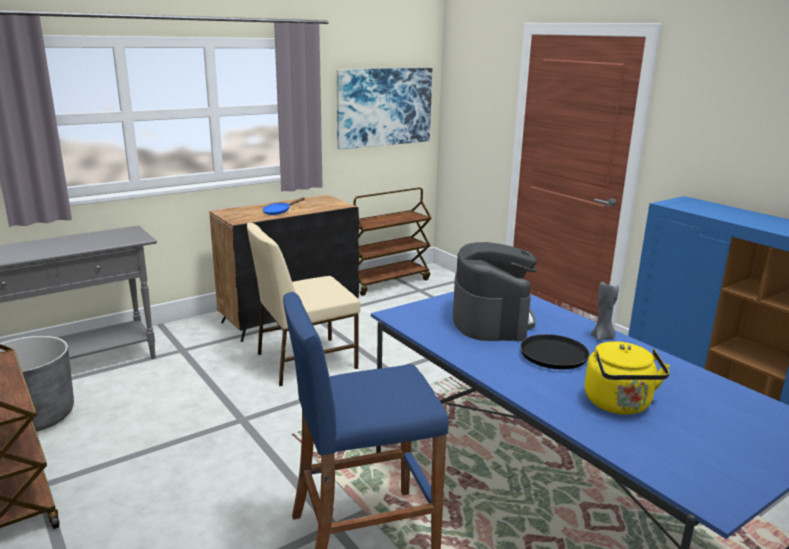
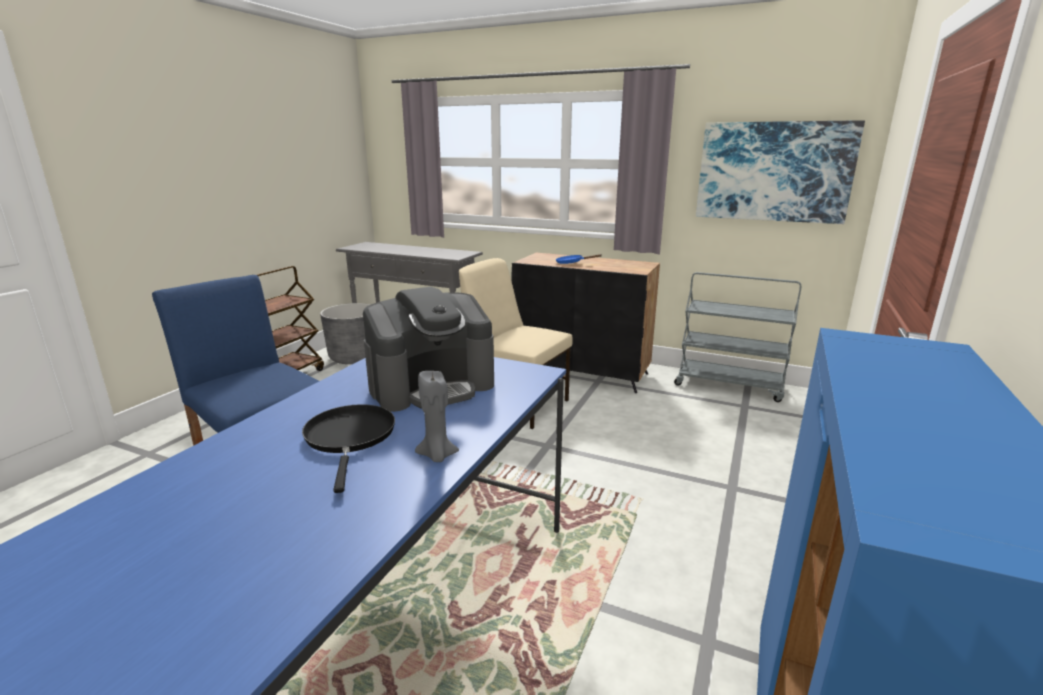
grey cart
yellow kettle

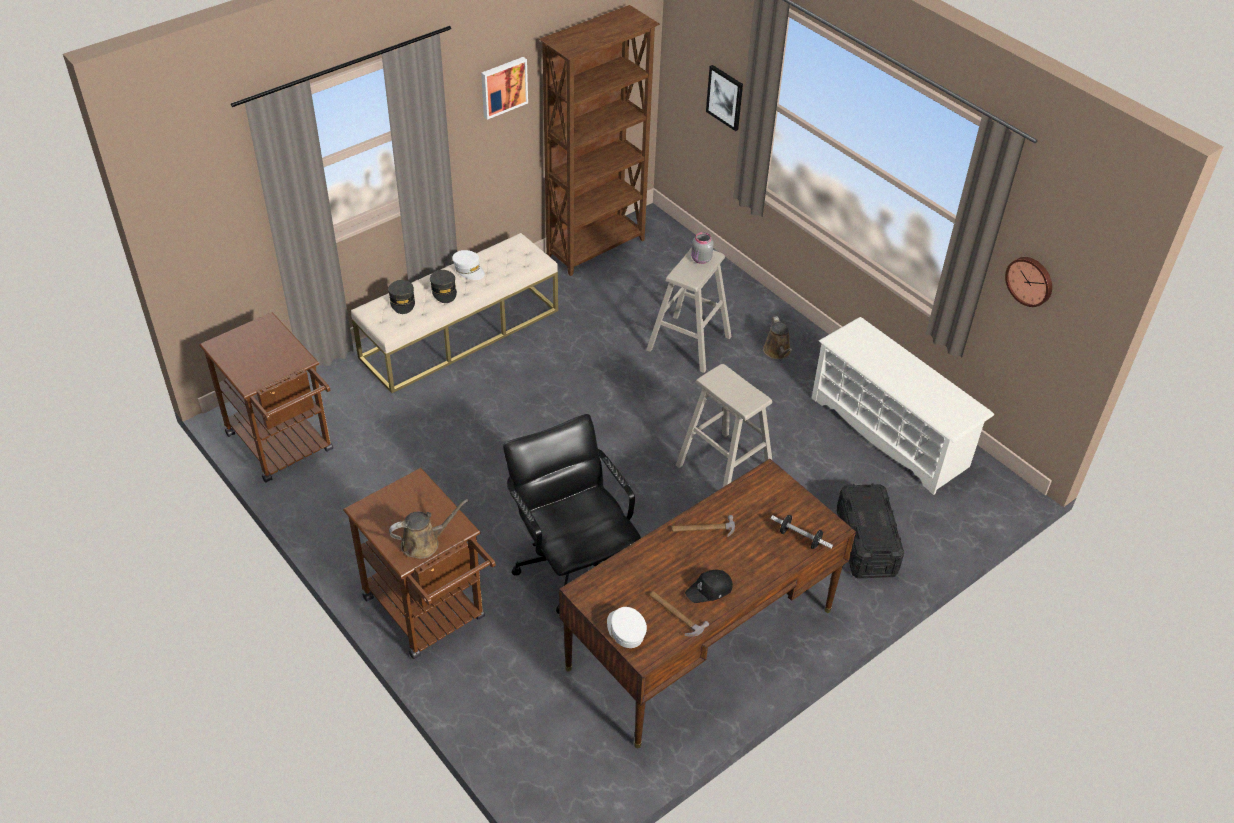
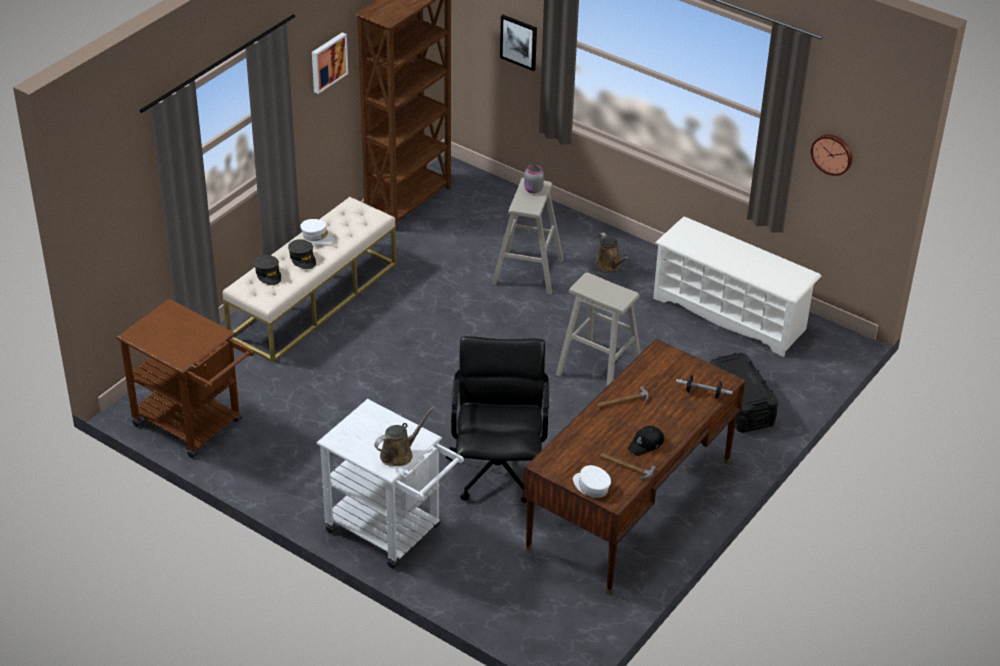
white cart
black office chair

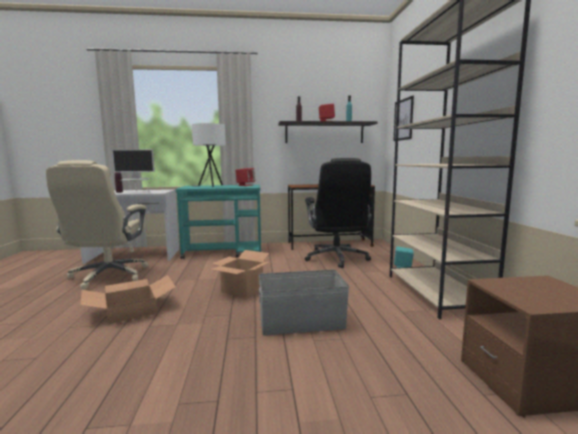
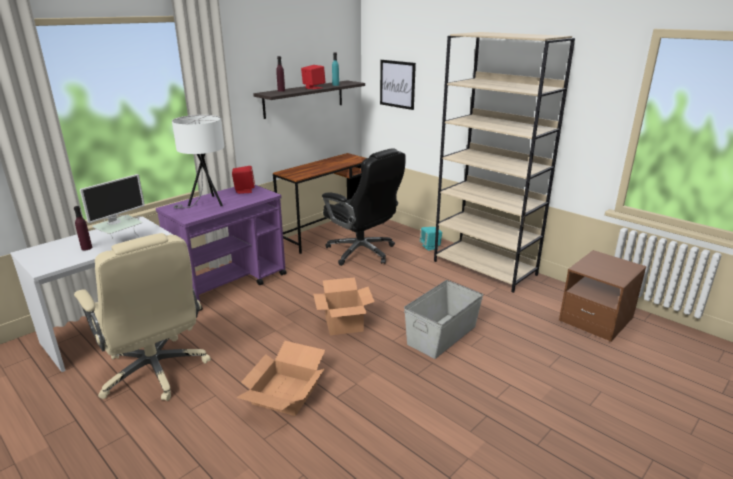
purple cart

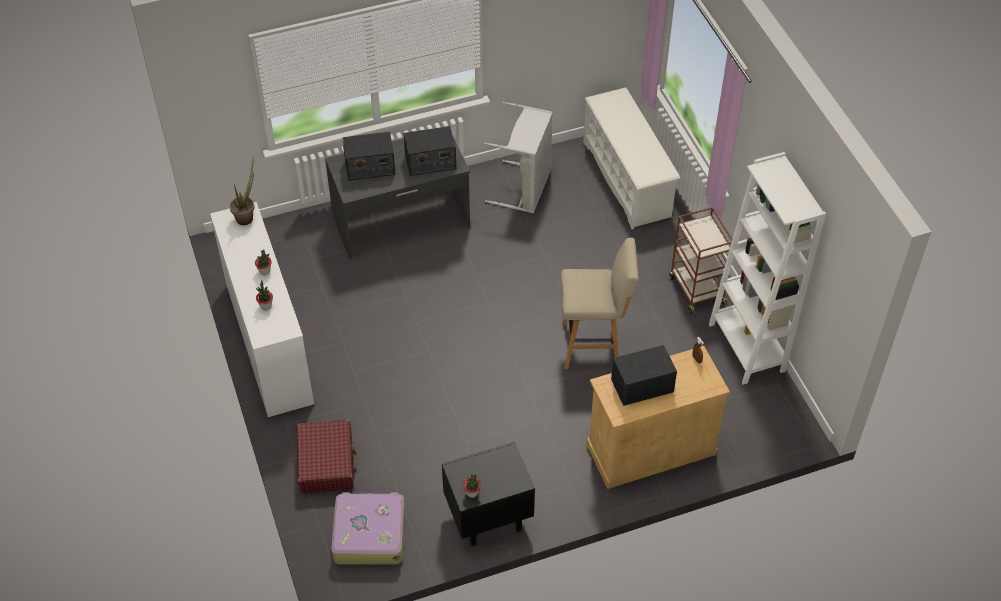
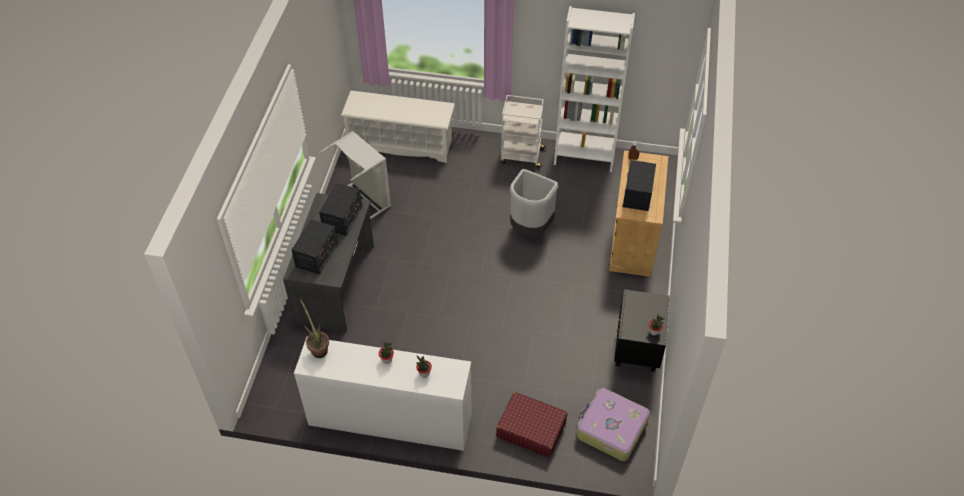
white cart
grey trash can

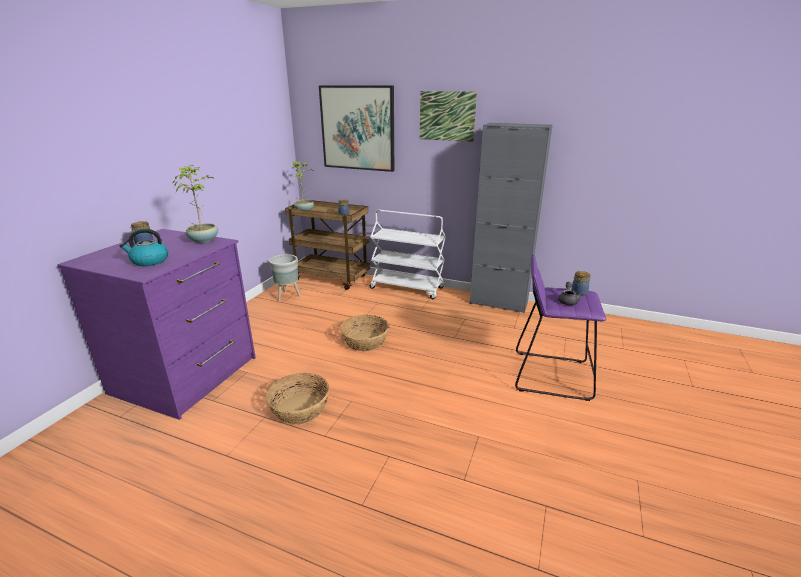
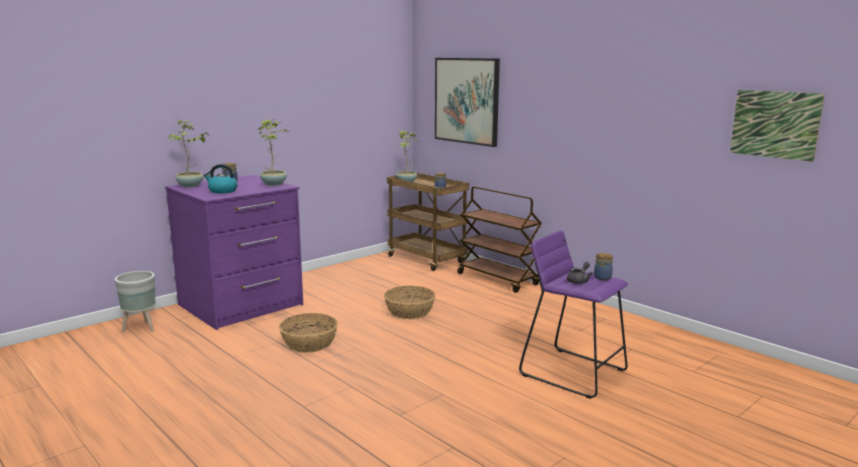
grey planter
potted plant (no. 1 from left)
brown cart (no. 2 from left)
picture (no. 2 from left)
grey cabinet

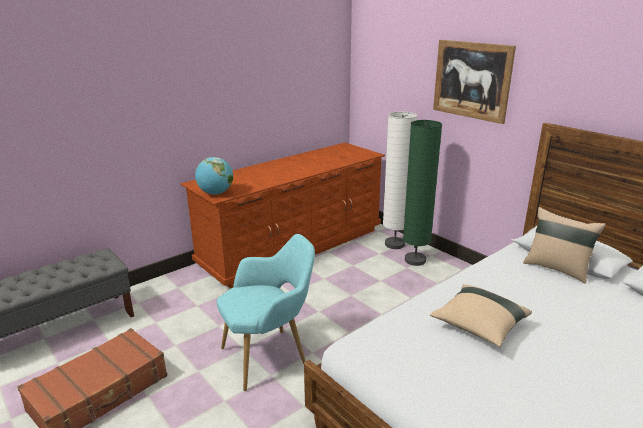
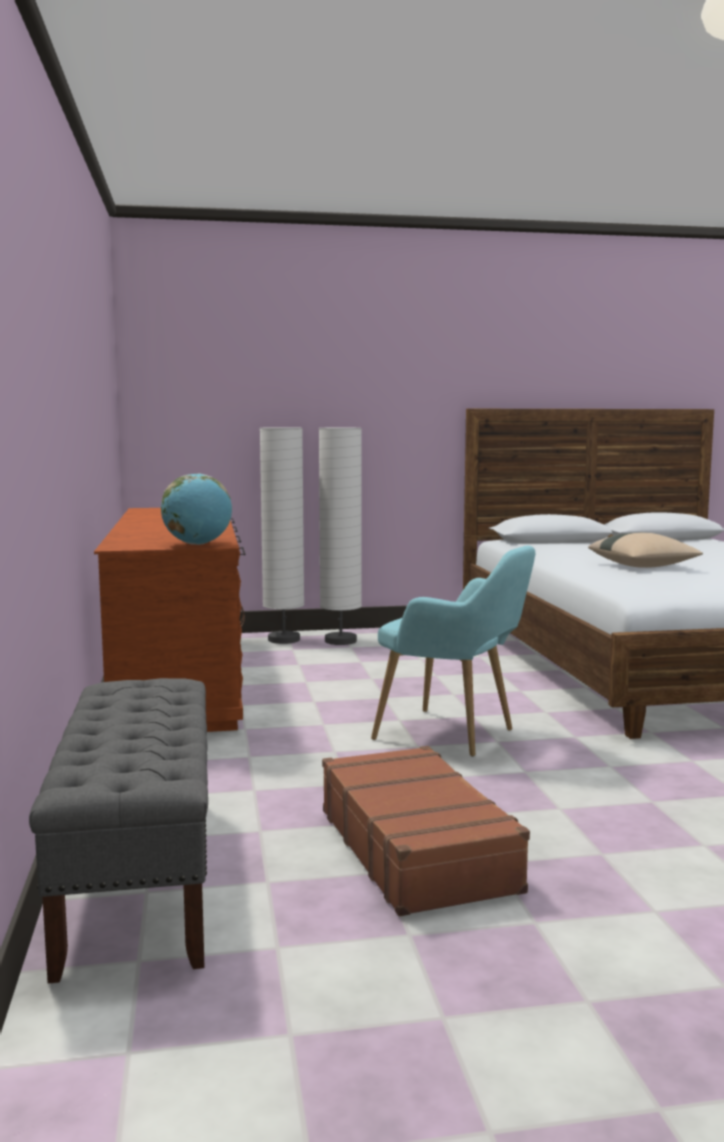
white floor lamp (no. 2 from left)
turquoise armchair
picture
beige pillow (no. 2 from left in the first image)

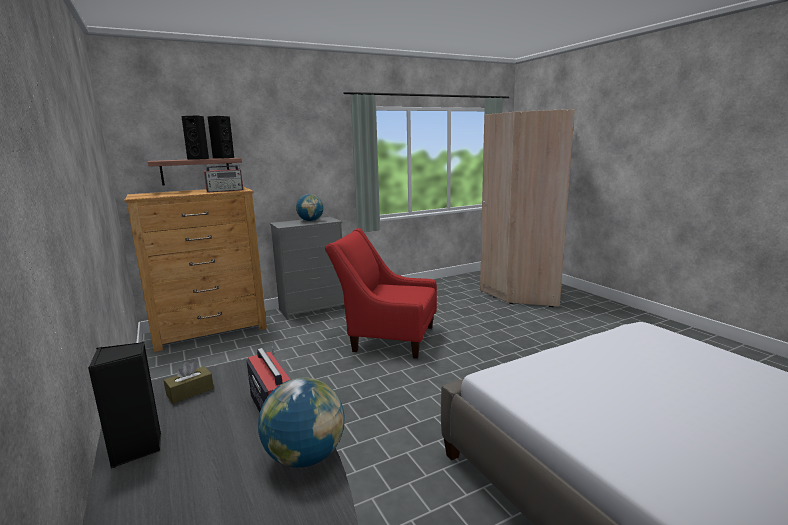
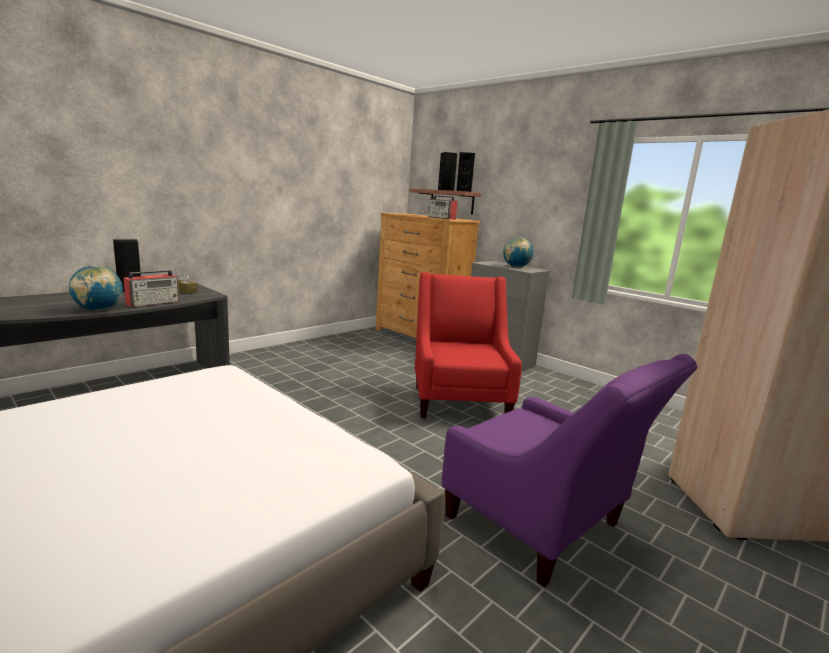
purple armchair

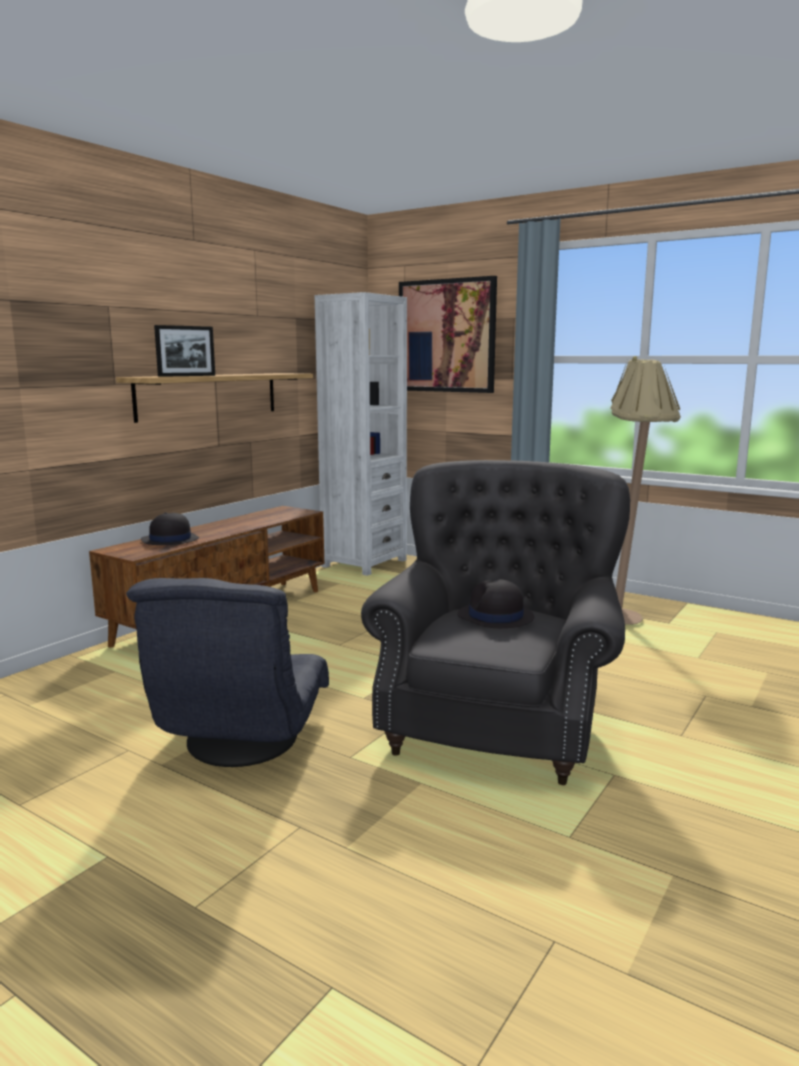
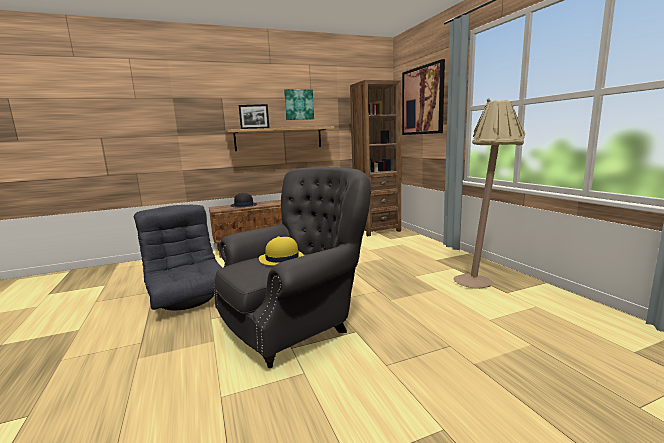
grey armchair (no. 1 from left)
yellow hat
picture (no. 1 from left)
brown bookcase

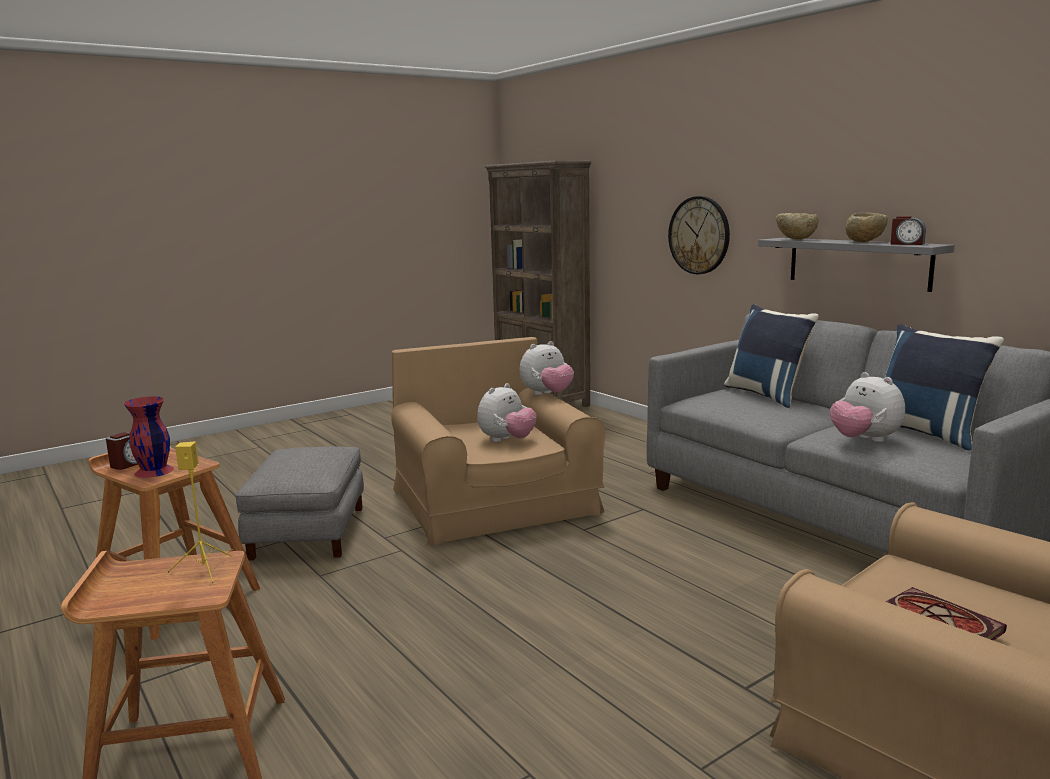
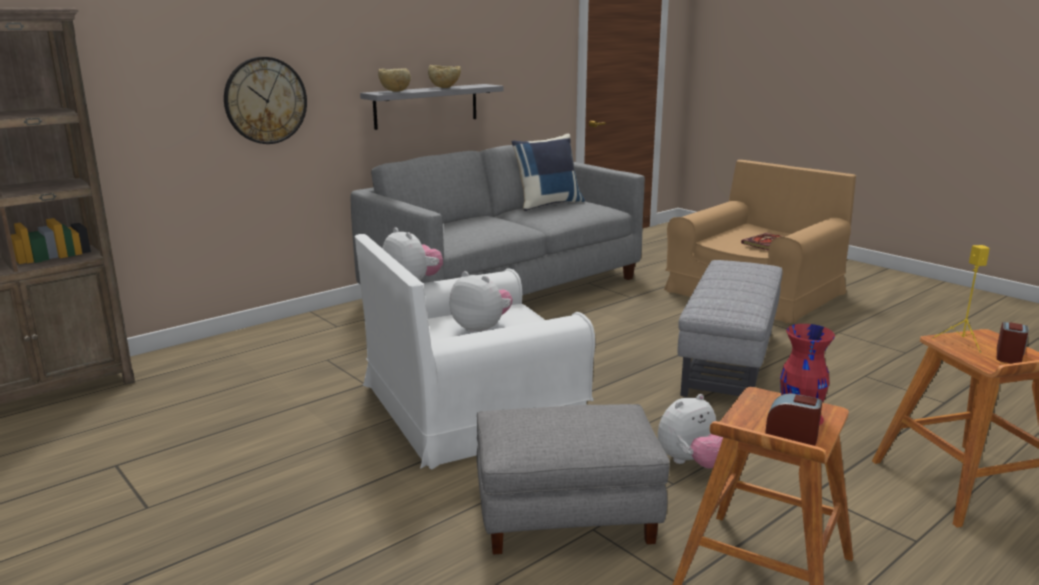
white armchair
plush toy (no. 3 from left)
grey ottoman (no. 2 from left)
alarm clock (no. 2 from left)
blue pillow (no. 1 from left in the first image)

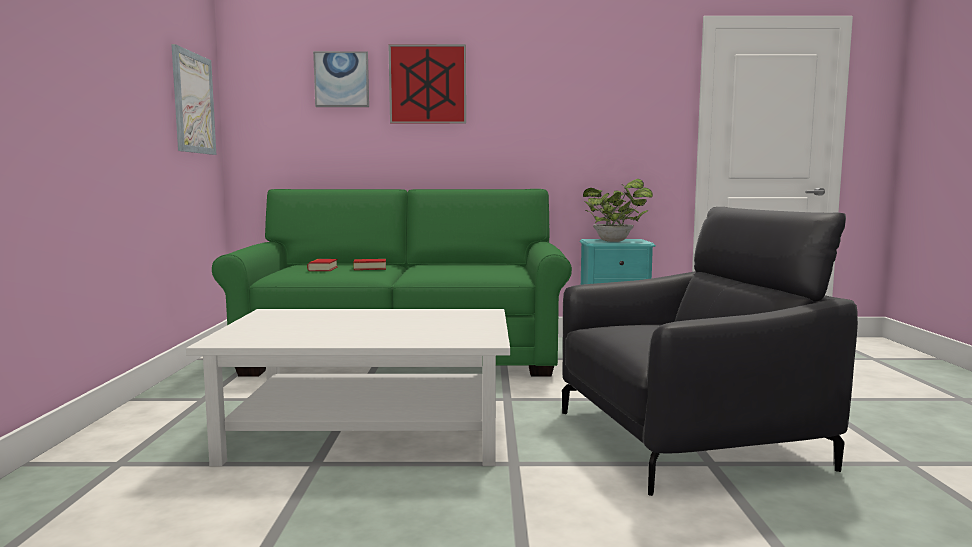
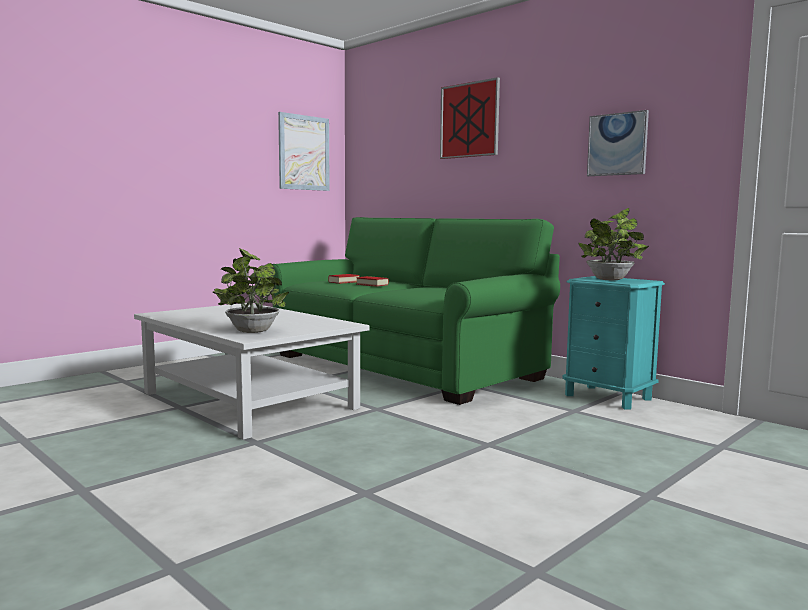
potted plant (no. 1 from left)
picture (no. 3 from left)
black armchair

